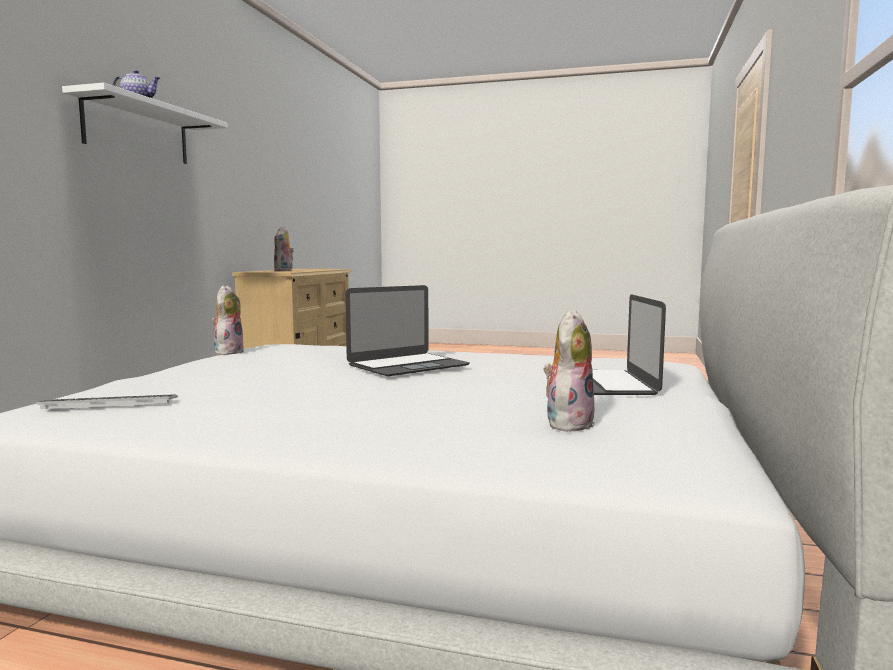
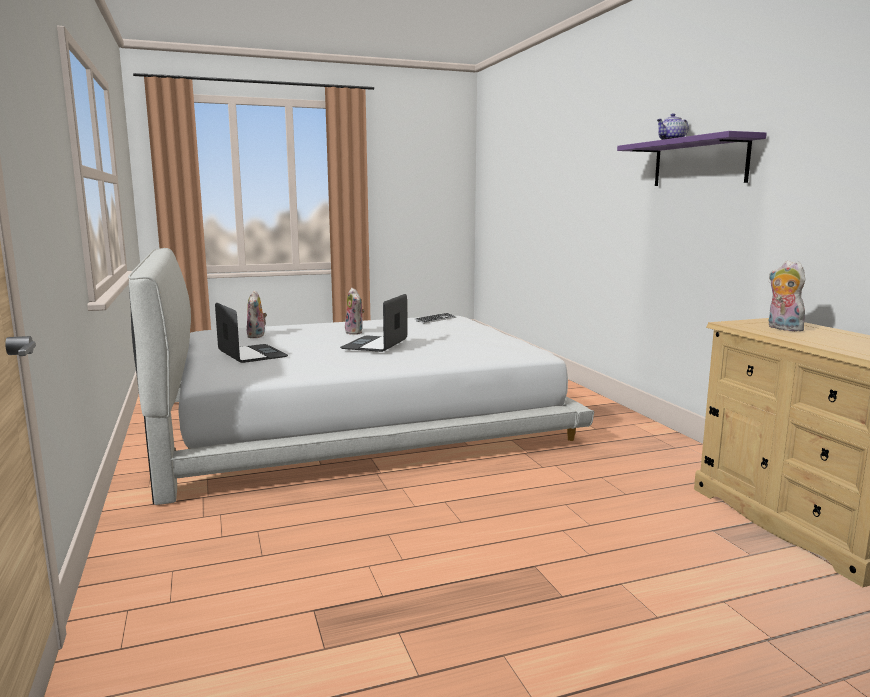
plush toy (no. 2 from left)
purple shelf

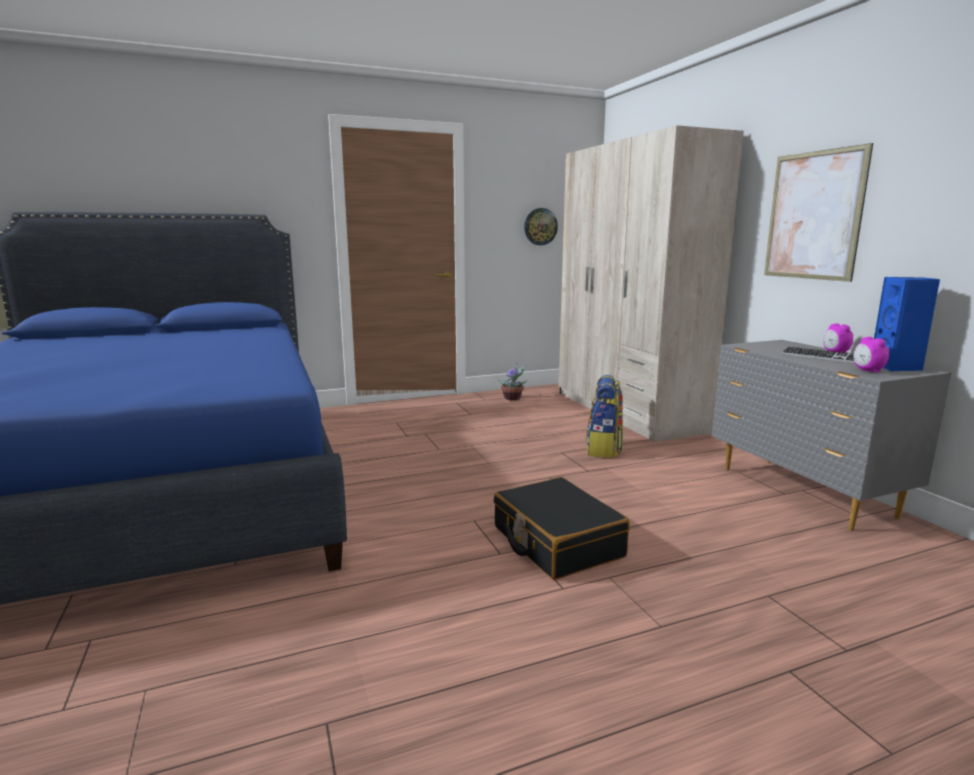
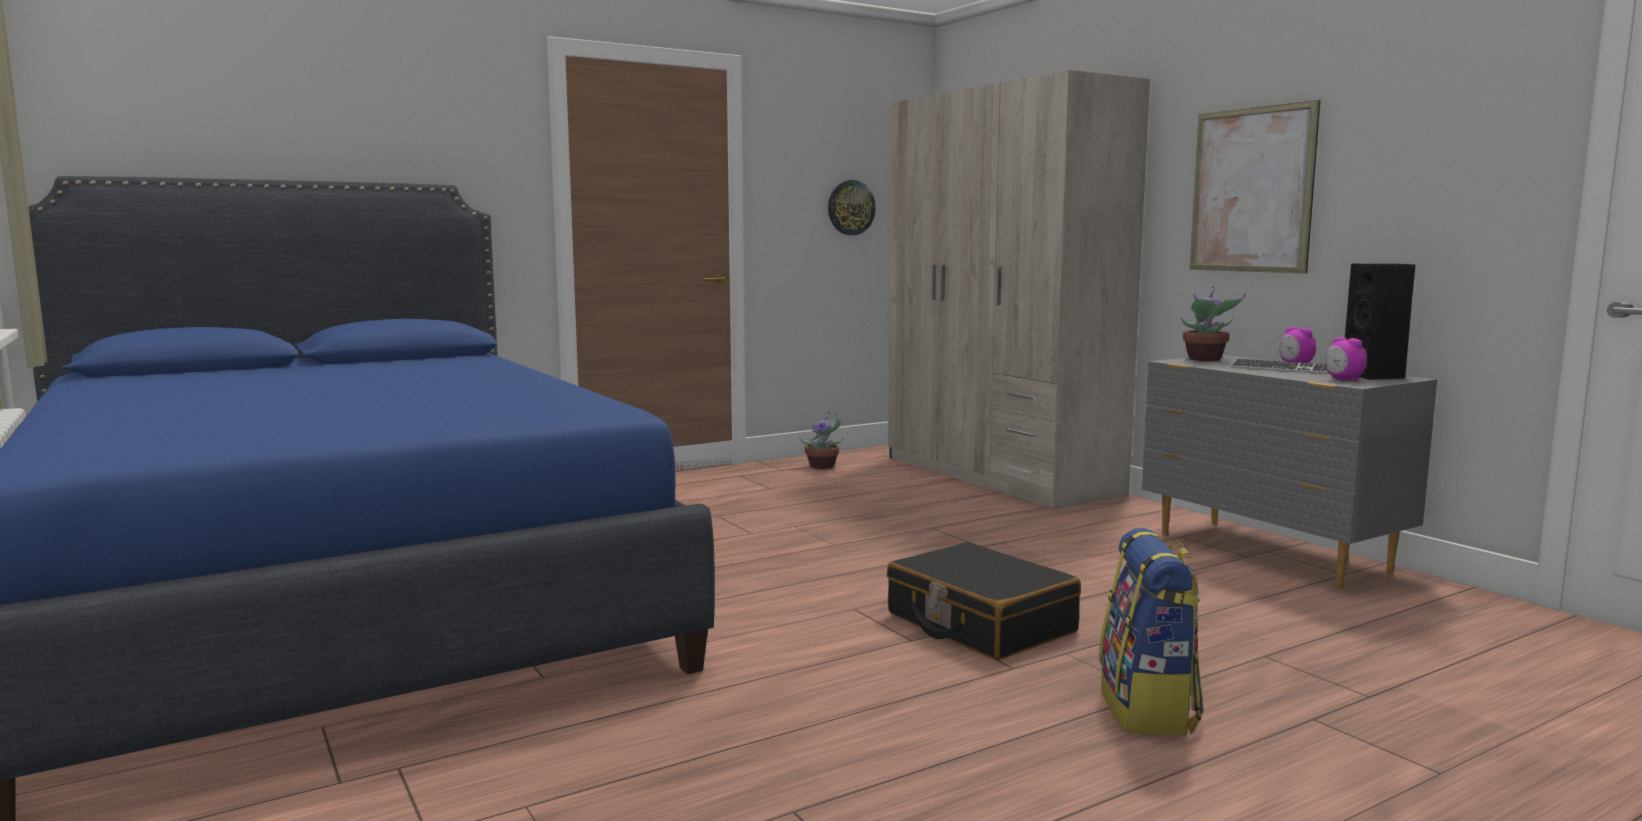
backpack
potted plant (no. 2 from left)
black speaker

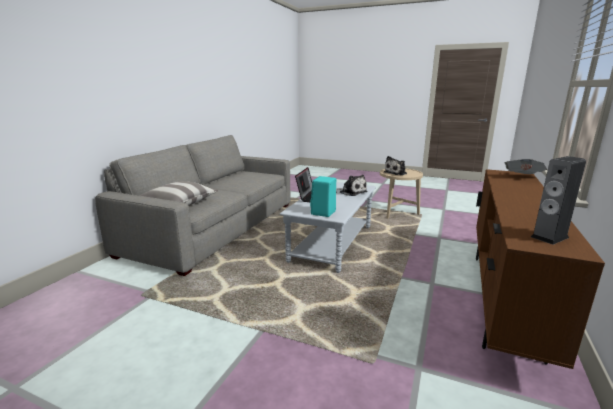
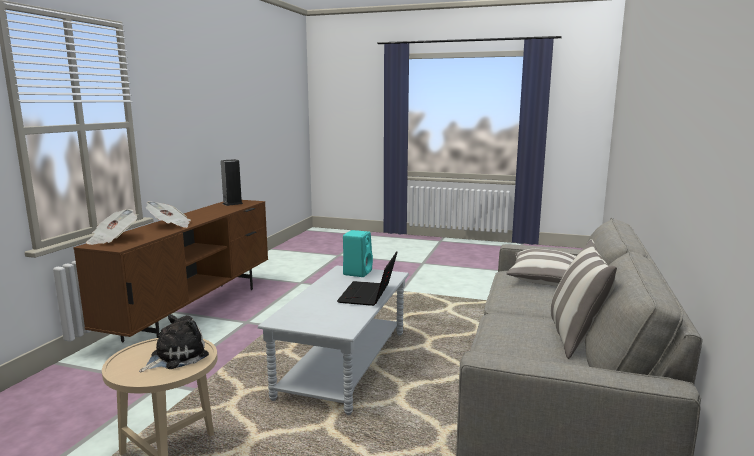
newspaper (no. 2 from left)
pillow (no. 2 from left)
plush toy (no. 1 from left in the first image)

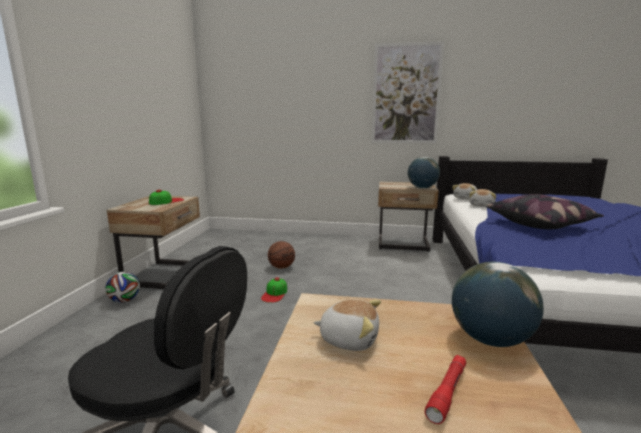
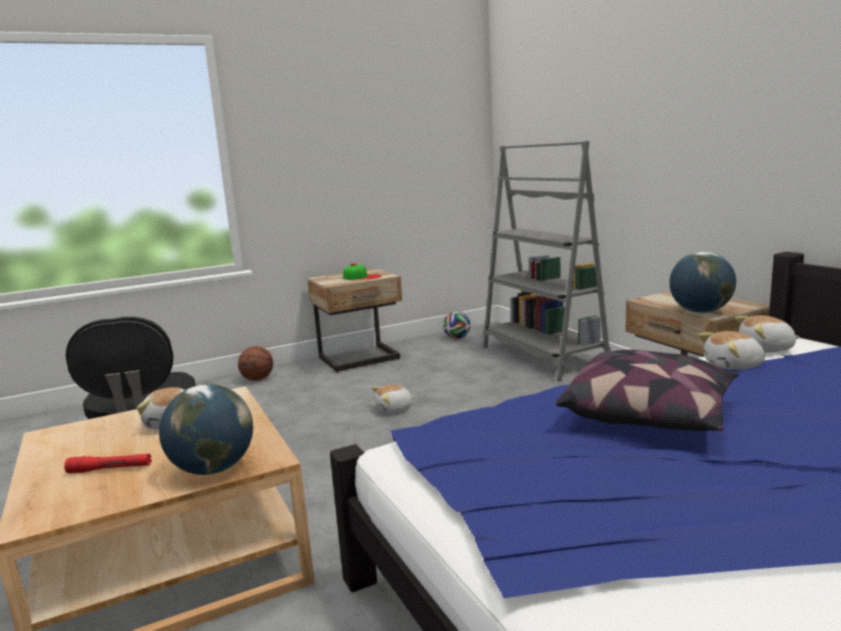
basketball
plush toy (no. 2 from left)
football
grey bookcase
picture

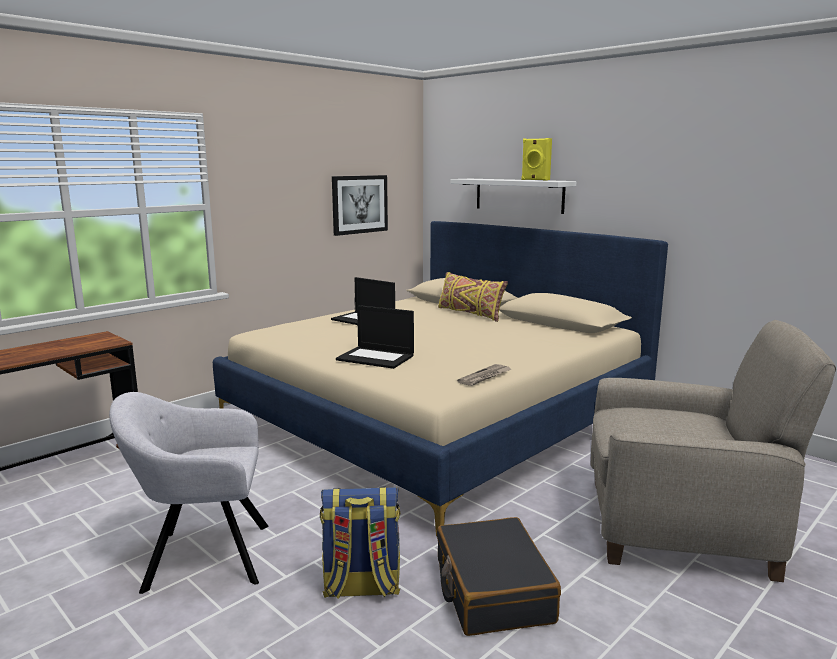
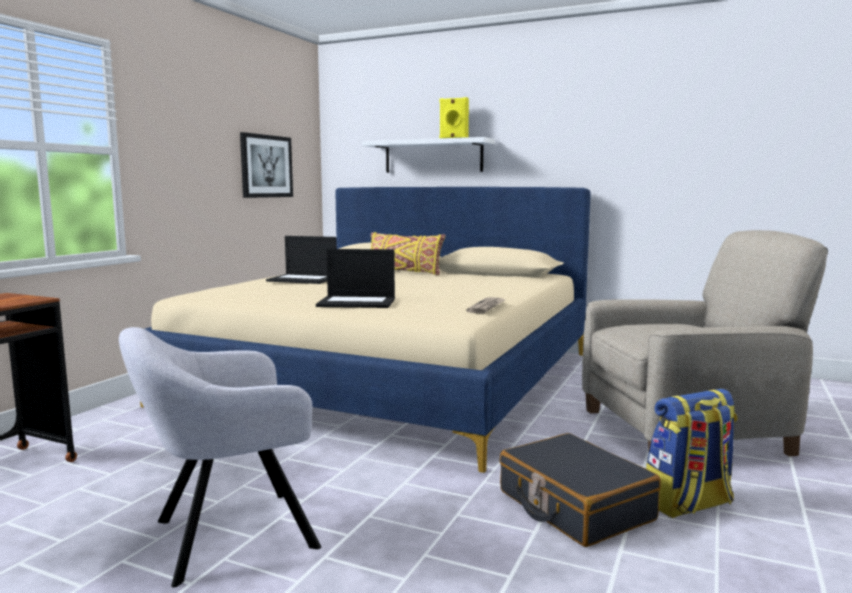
backpack

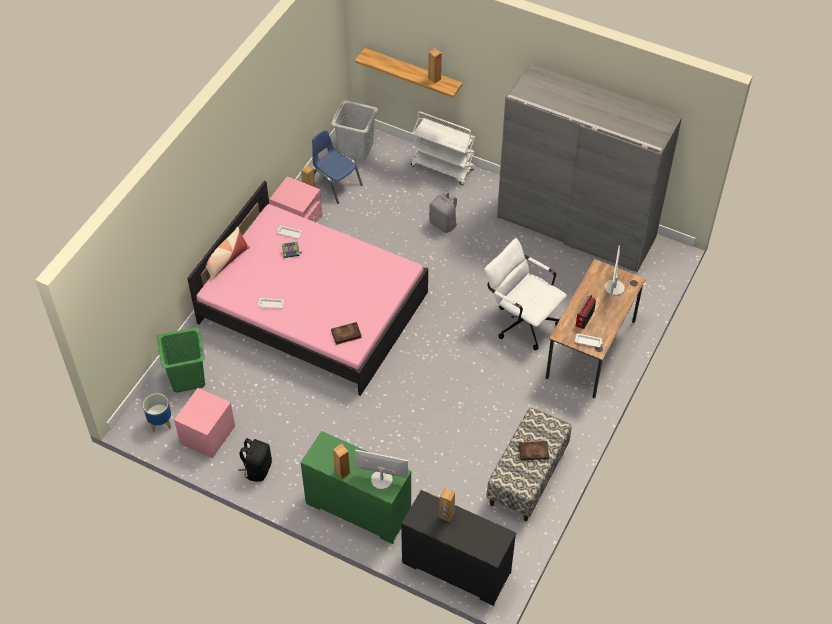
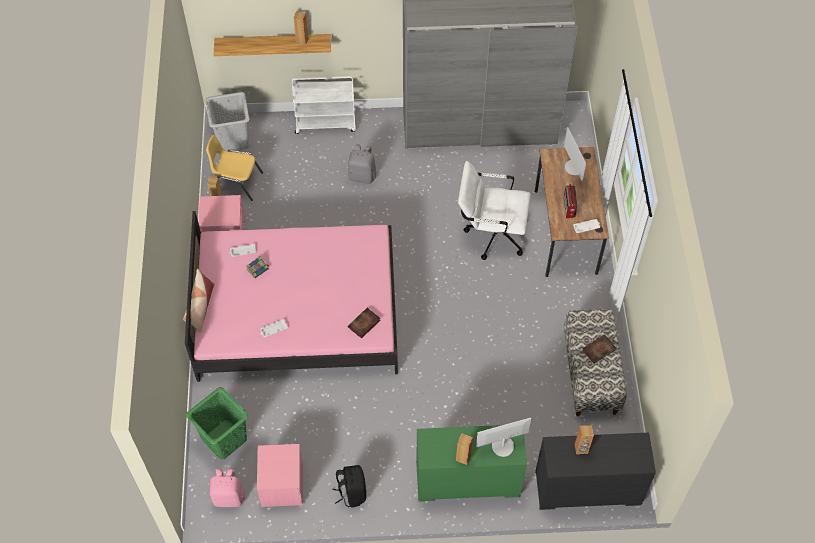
yellow chair
pink backpack

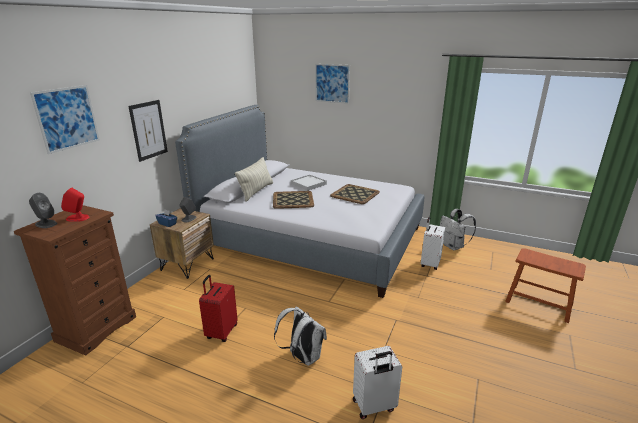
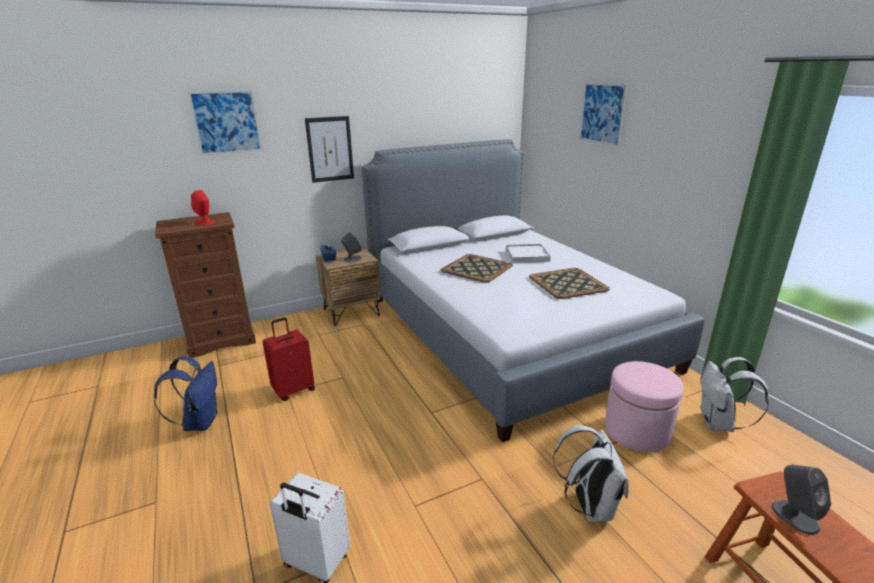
blue backpack
white backpack (no. 1 from left)
pink ottoman
grey speaker (no. 2 from left)
pillow

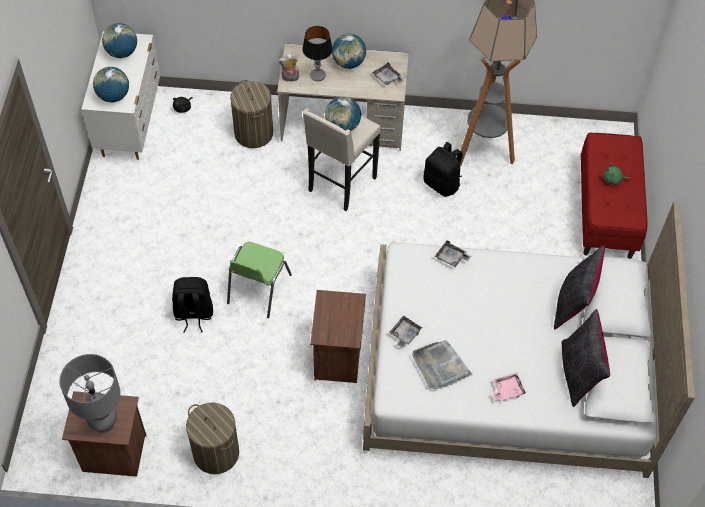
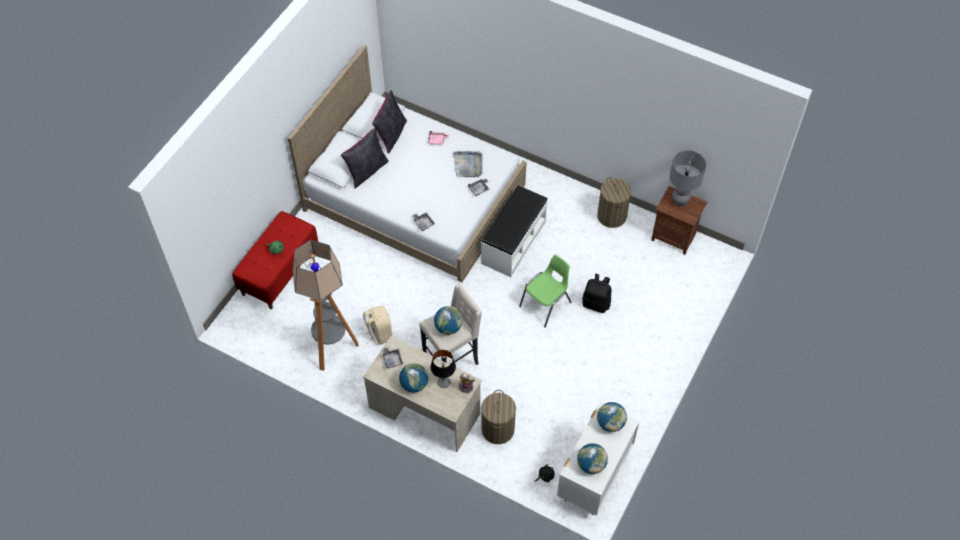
beige backpack
white bench

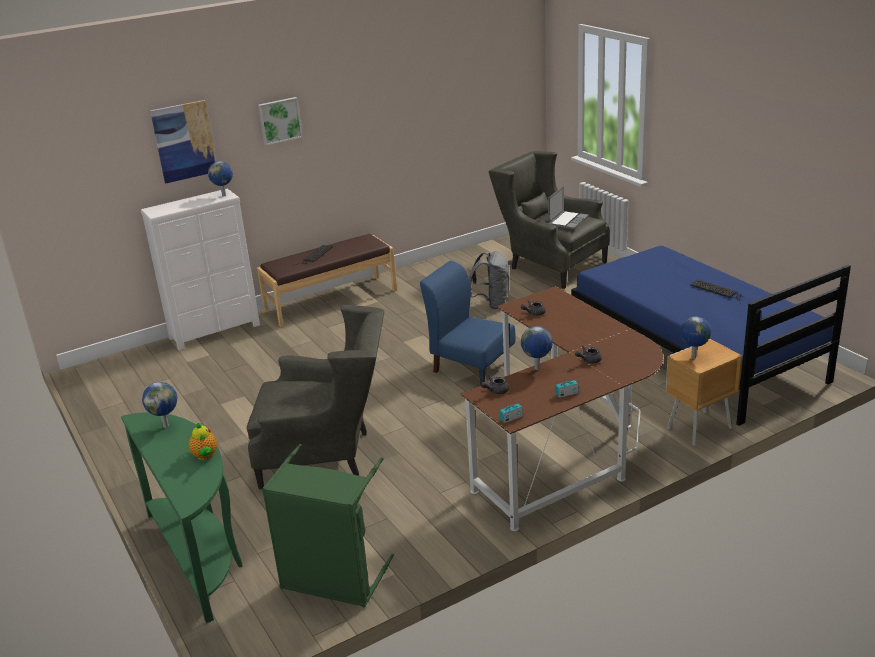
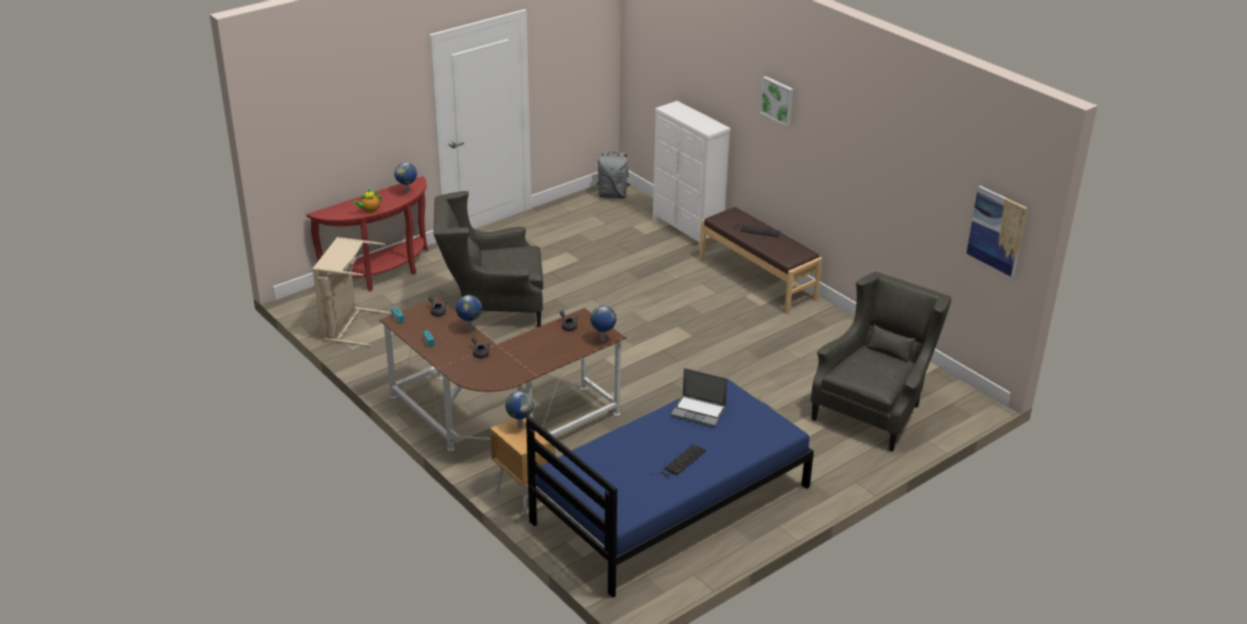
red console table
beige laundry basket
grey armchair (no. 1 from left)
globe (no. 4 from left)
grey backpack
laptop
picture (no. 2 from left)
blue chair

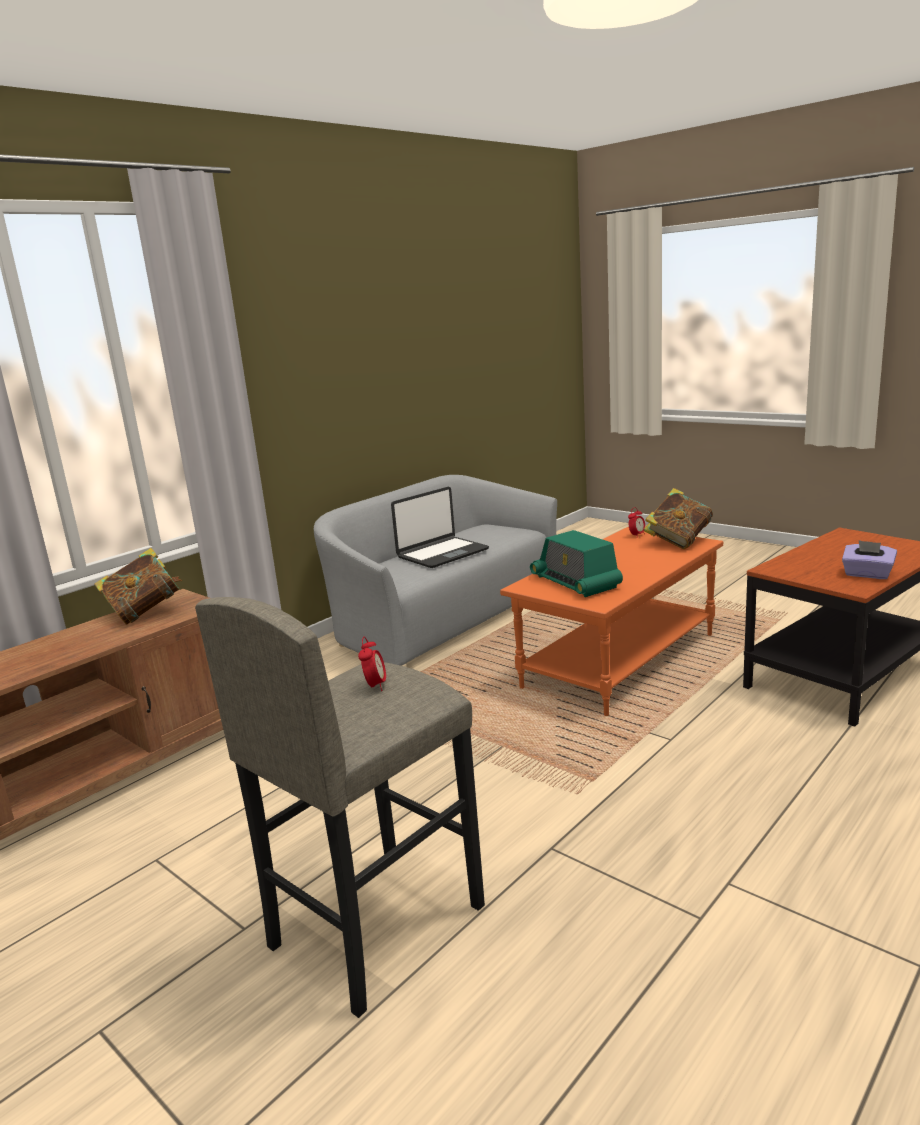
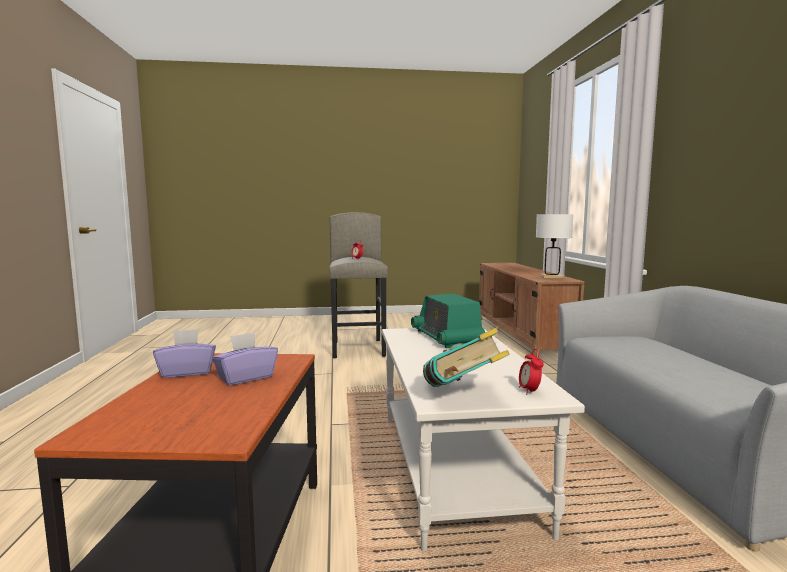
purple tissue box (no. 2 from left)
white coffee table
radio
white table lamp
laptop

